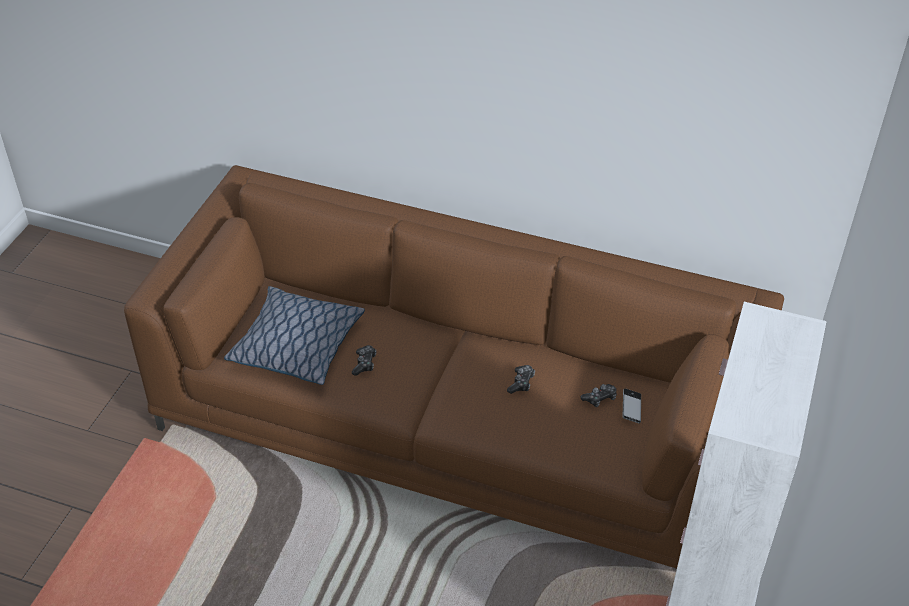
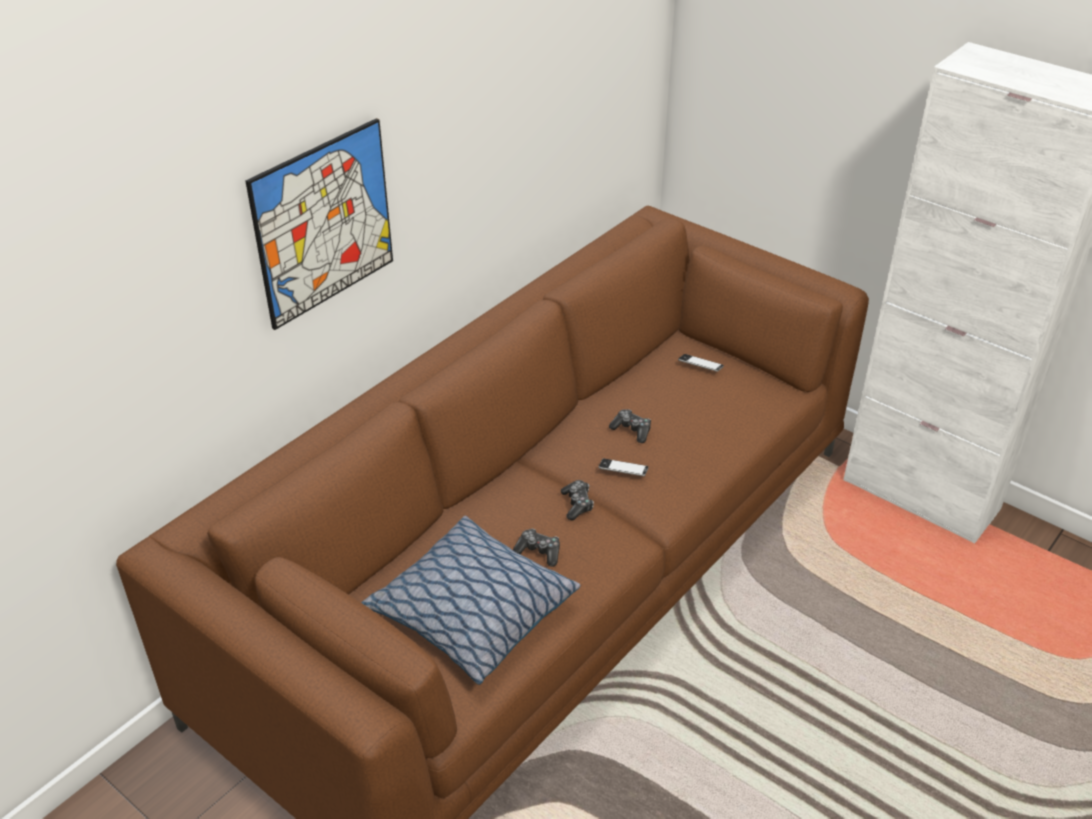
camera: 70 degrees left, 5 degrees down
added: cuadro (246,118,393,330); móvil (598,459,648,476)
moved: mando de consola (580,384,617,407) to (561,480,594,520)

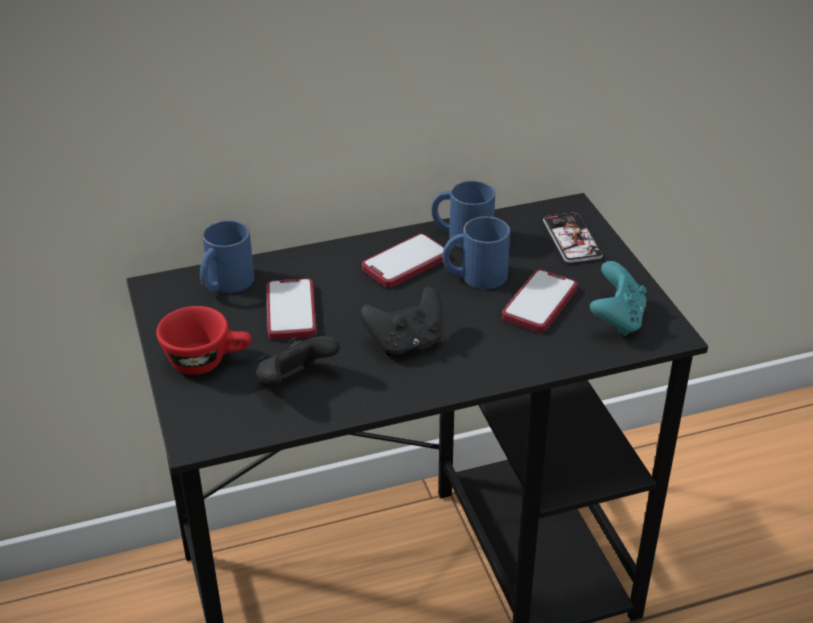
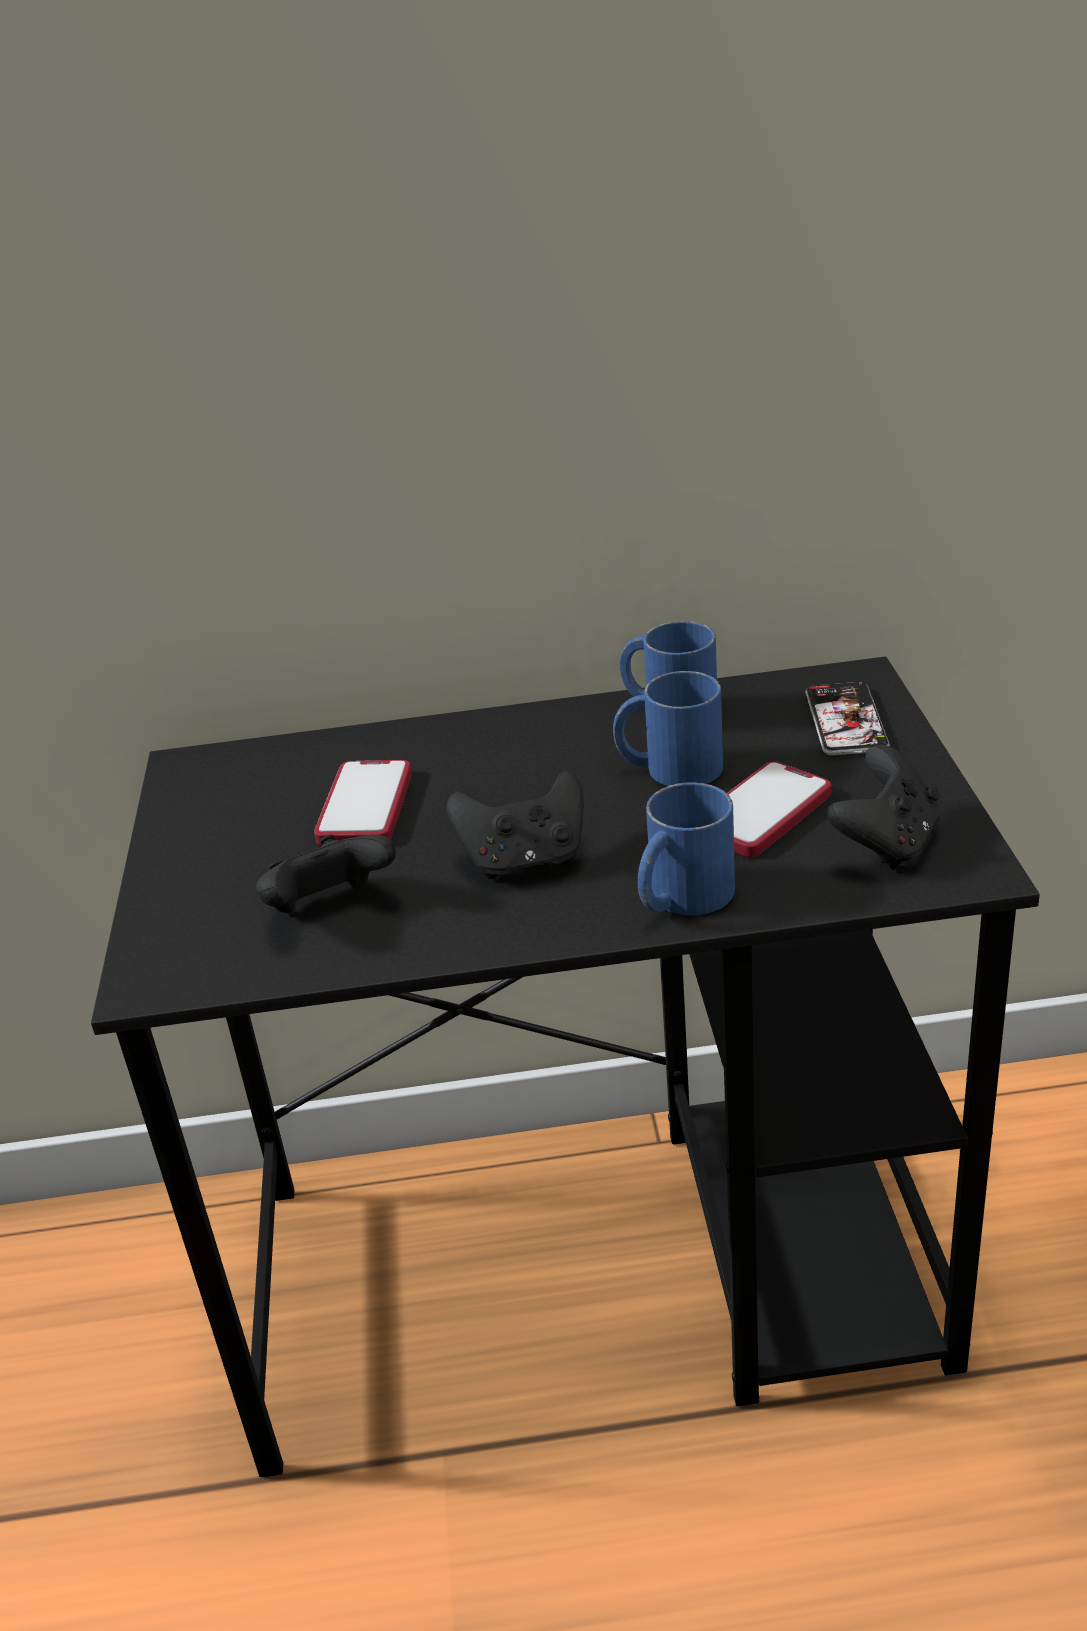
camera: 15 degrees right, 5 degrees down
removed: taza/rojo (156,306,251,375); móvil (362,234,444,288)
moved: taza grande/azul (200,220,254,293) to (638,782,735,915)
recoloured: mando de consola/turquesa (590,261,647,336) to mando de consola/negro (827,745,940,870)

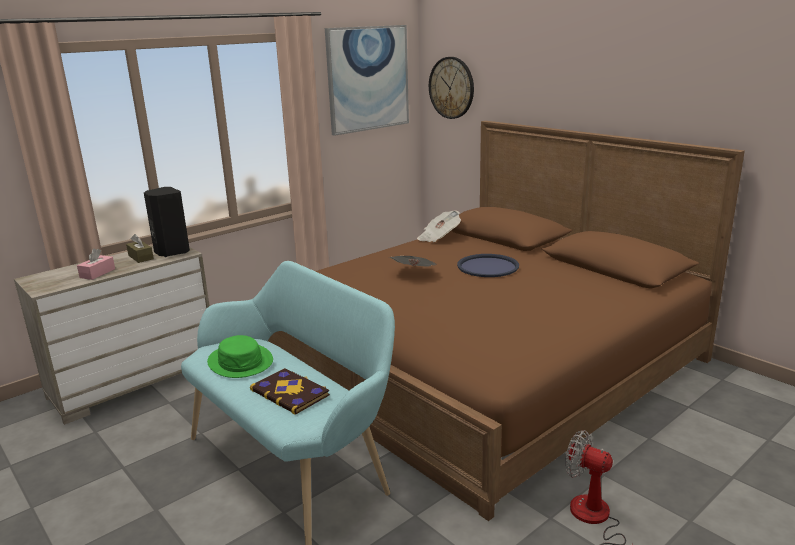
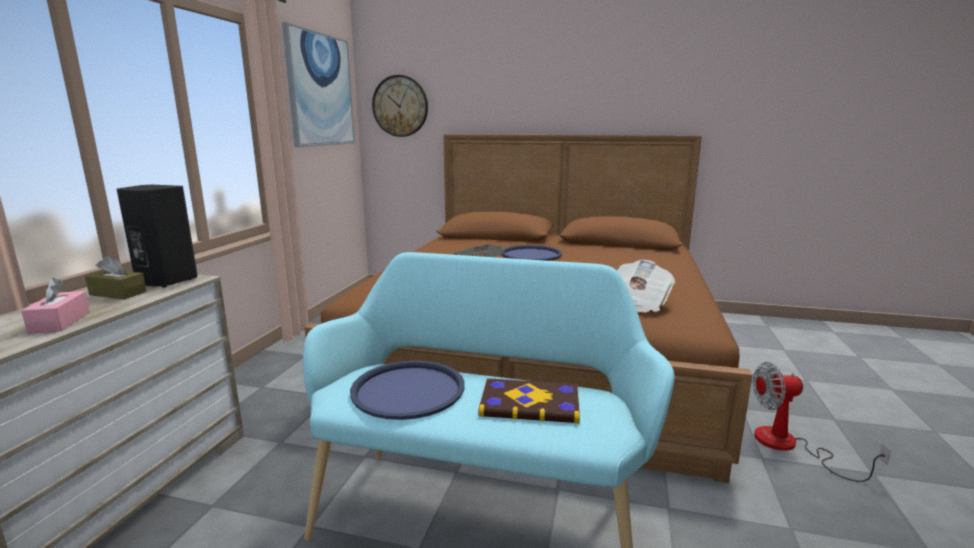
camera: 35 degrees left, 5 degrees down
moved: periódico (417,210,461,242) to (617,260,675,313)
replaced: sombrero/verde (207,335,273,378) to bandeja/azul (350,360,465,420)

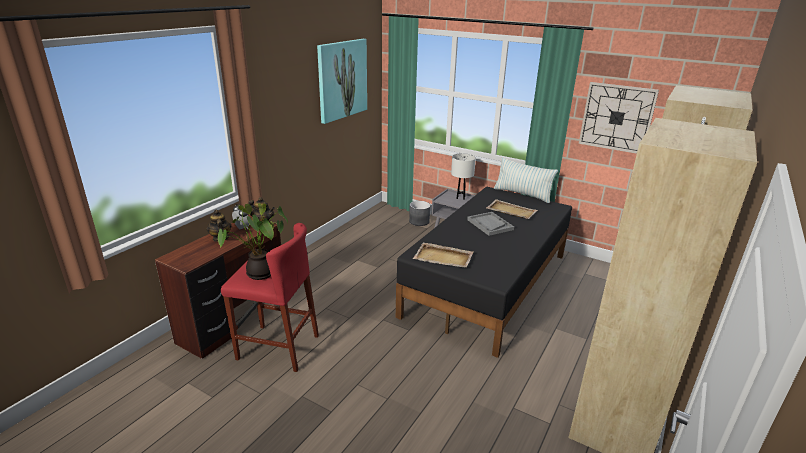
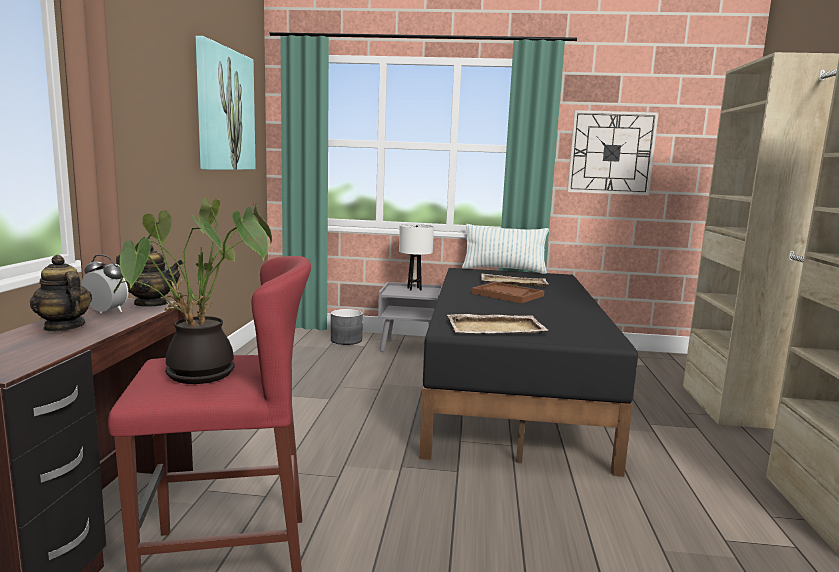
camera: 25 degrees left, 15 degrees down
recoloured: bandeja/gris (467,212,514,236) to bandeja/marrón (471,282,544,303)

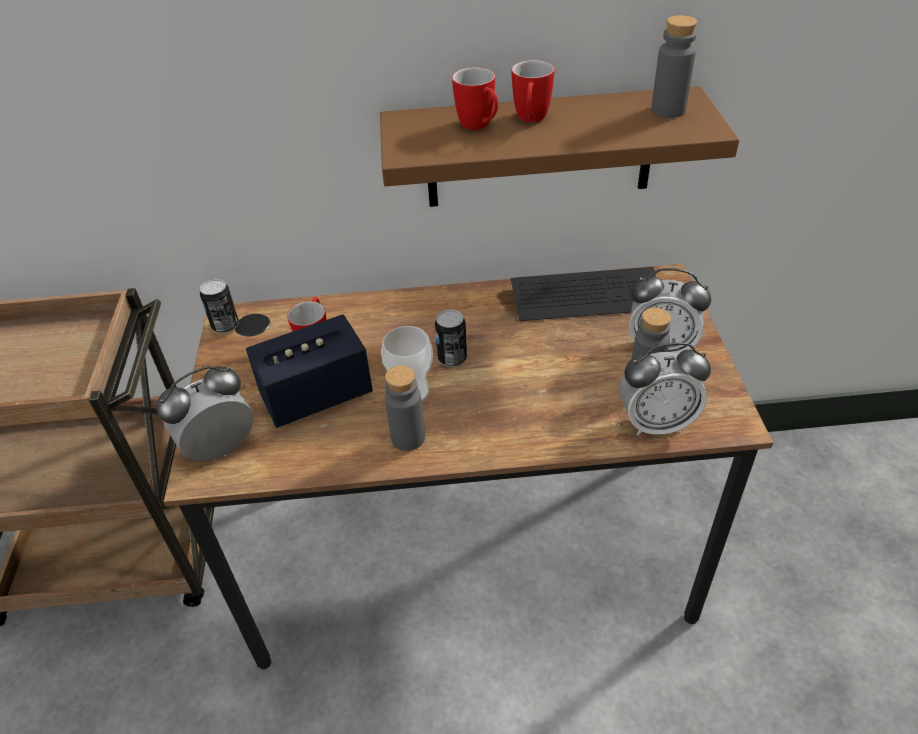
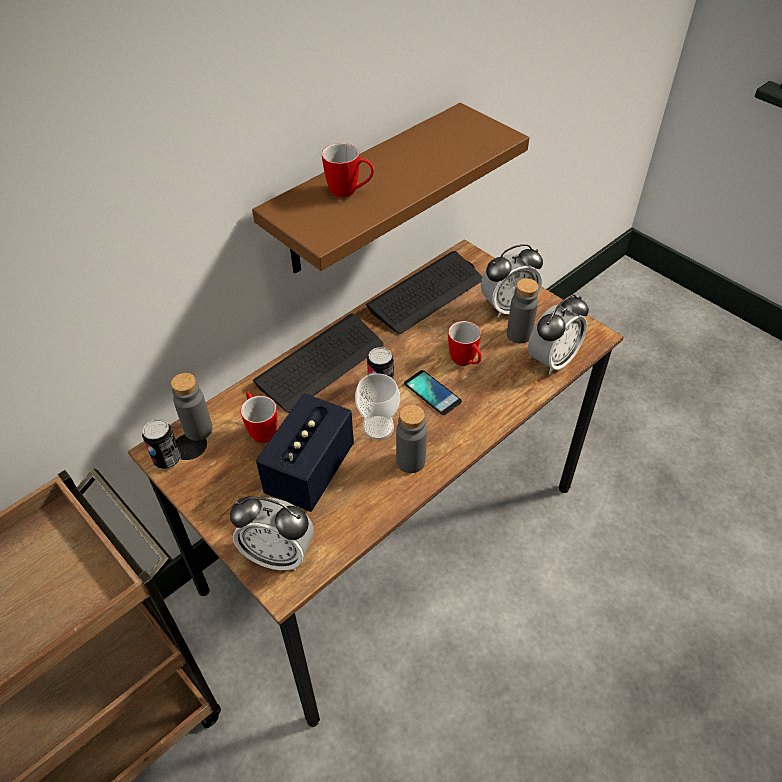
camera: 40 degrees left, 5 degrees up
added: teclado (253,314,384,413); móvil (404,370,462,415)
moved: botella/gris (651,15,697,118) to (171,373,212,441); taza grande (512,60,555,122) to (448,321,482,366)
turned: despertador (156,366,254,461) = (230,496,314,571) 90 degrees counterclockwise

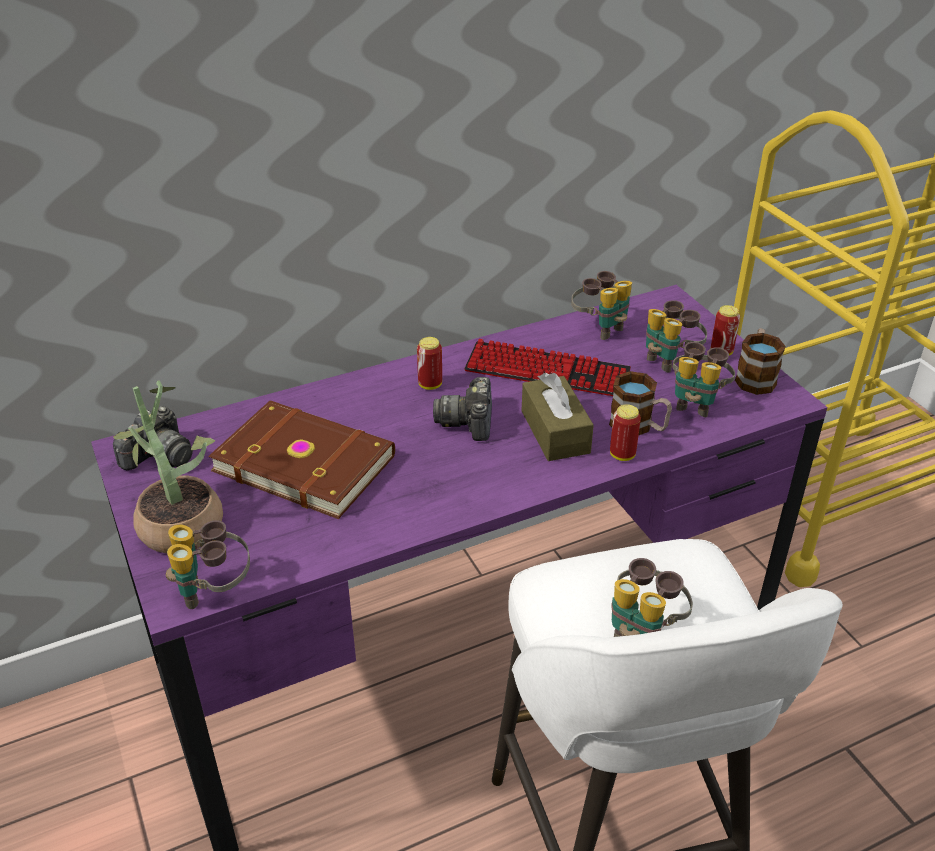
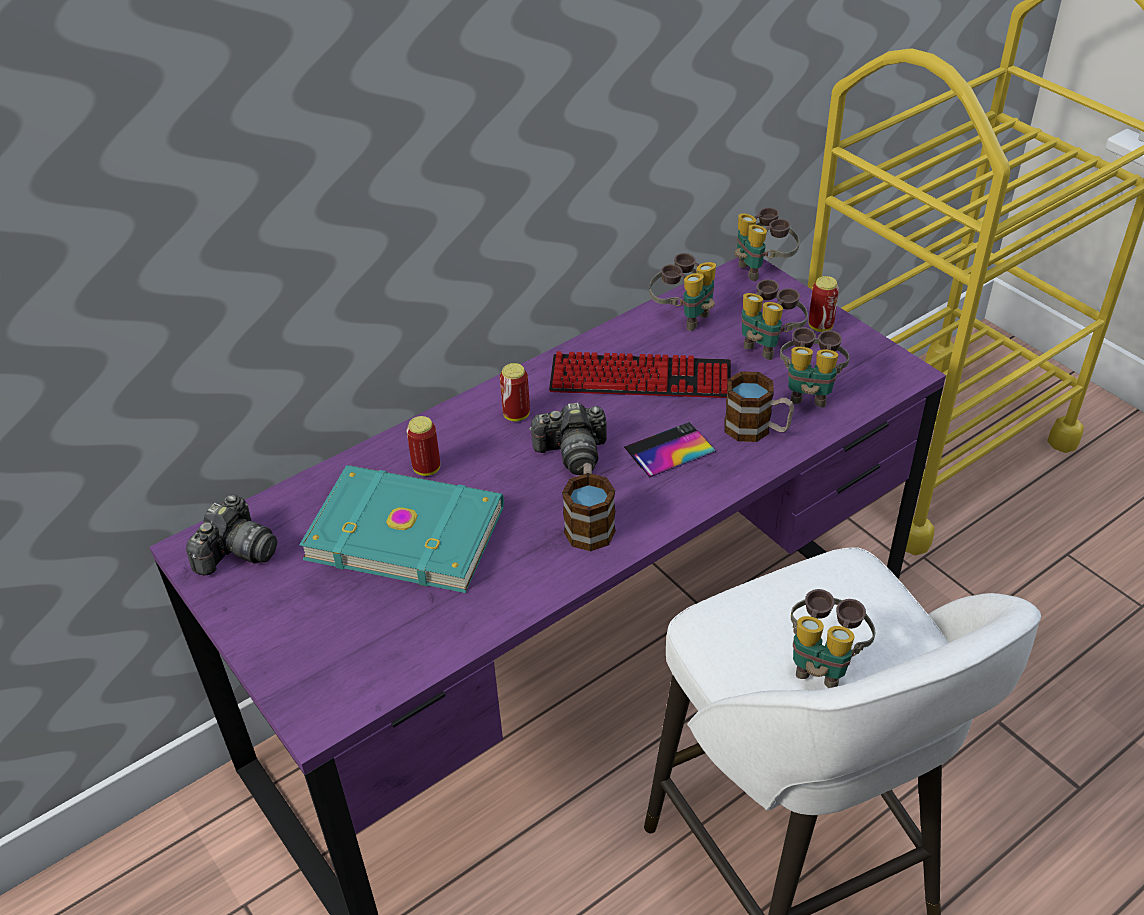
camera: 10 degrees left, 5 degrees up
removed: planta en maceta (113,380,223,553)
moved: lata (610,404,641,461) to (406,416,440,476); taza grande (735,328,786,395) to (562,463,616,551); prismáticos (166,520,250,609) to (735,208,800,281)
replaced: caja de pañuelos/marrón (522,373,594,461) to móvil (624,422,716,478)
recoloured: libro/marrón (208,400,395,519) to libro/turquesa (299,465,504,593)
turned: cámara (433,377,492,441) = (529,402,607,475) 90 degrees counterclockwise

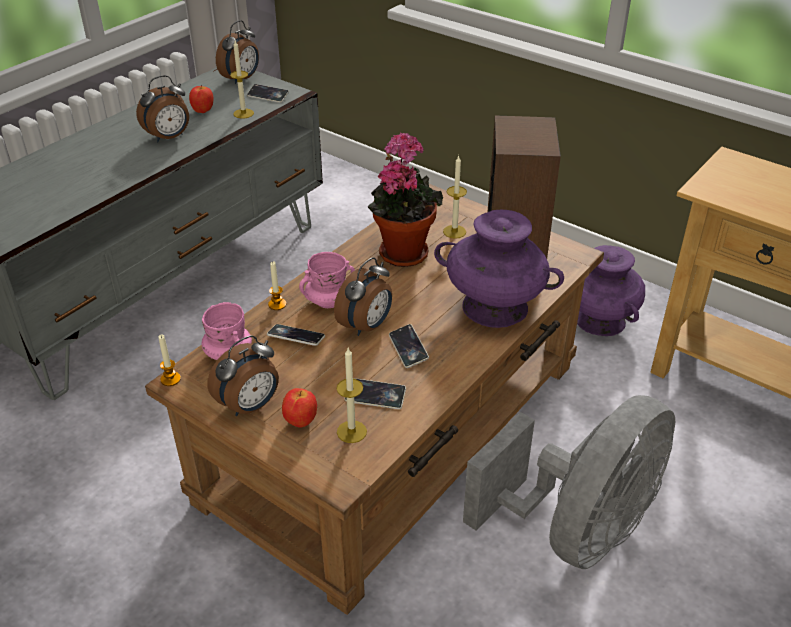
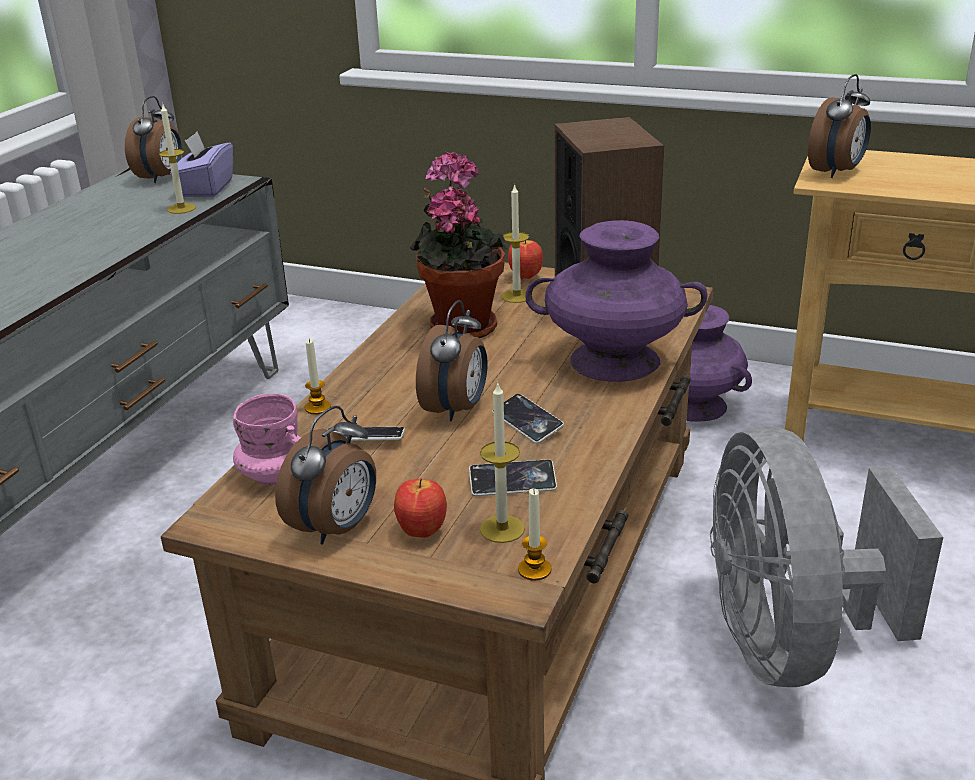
camera: 15 degrees left, 10 degrees down
removed: taza grande/rosa (299,252,355,308)
moved: manzana (189,85,214,113) to (508,240,543,279); vela (159,334,181,386) to (518,488,551,581); despertador (136,75,189,142) to (808,74,871,178)
replaced: móvil (247,84,289,103) to caja de pañuelos/morado (170,132,233,197)
turned: ventilador/gris (463,395,675,569) = (710,426,943,687) 150 degrees clockwise

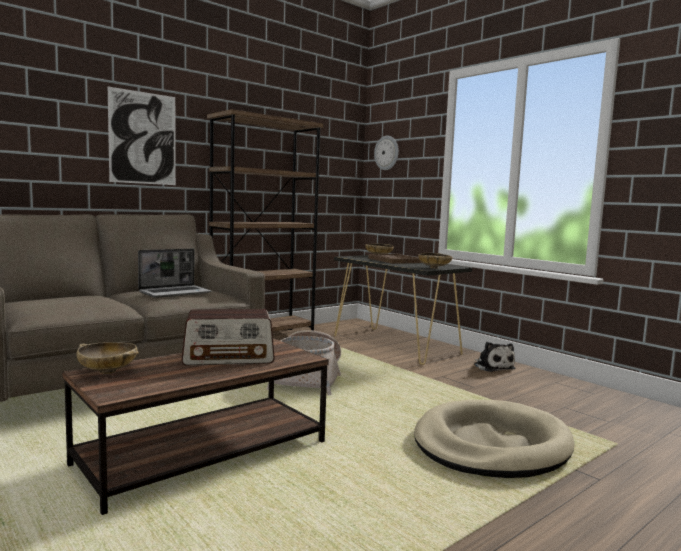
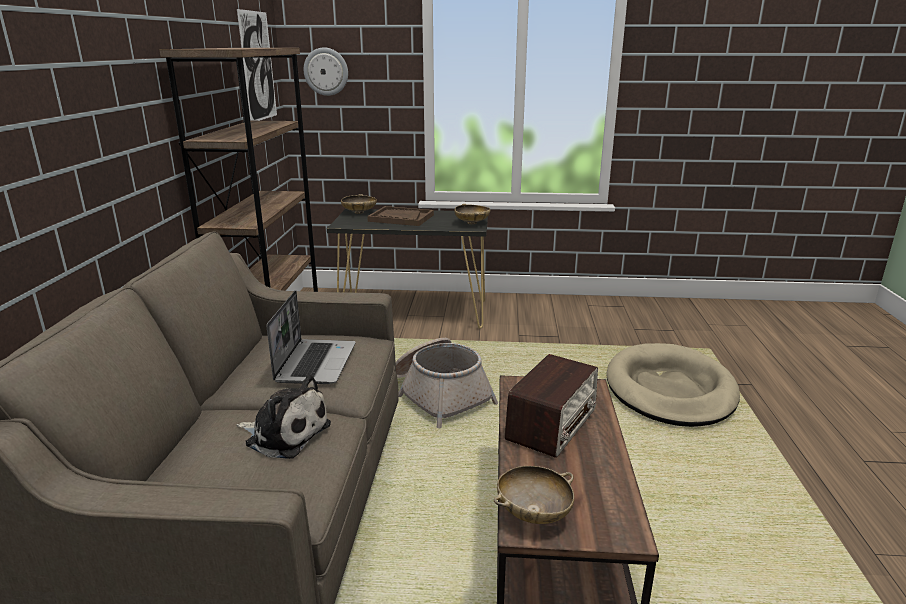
camera: 45 degrees left, 15 degrees up
moved: peluche (474,342,515,372) to (236,375,331,459); cuadro (108,87,176,185) to (237,9,277,121)

